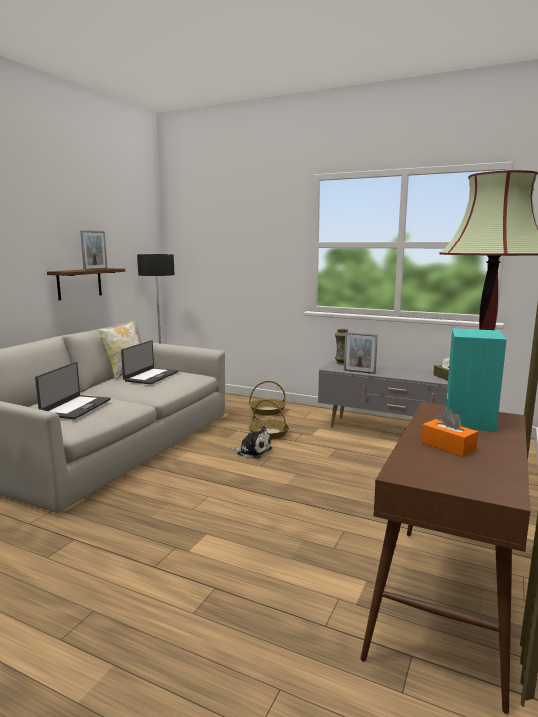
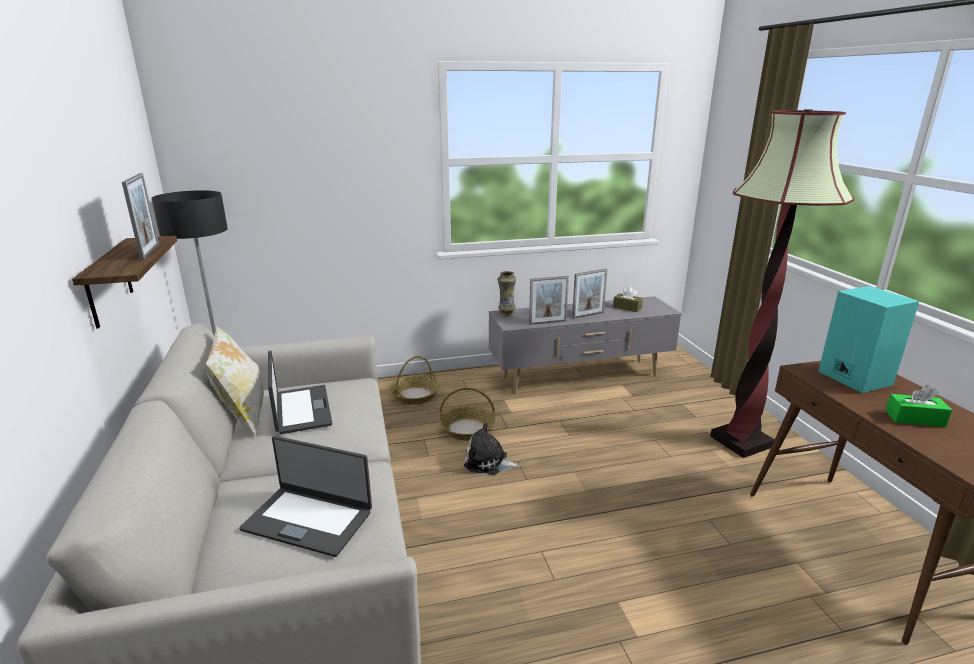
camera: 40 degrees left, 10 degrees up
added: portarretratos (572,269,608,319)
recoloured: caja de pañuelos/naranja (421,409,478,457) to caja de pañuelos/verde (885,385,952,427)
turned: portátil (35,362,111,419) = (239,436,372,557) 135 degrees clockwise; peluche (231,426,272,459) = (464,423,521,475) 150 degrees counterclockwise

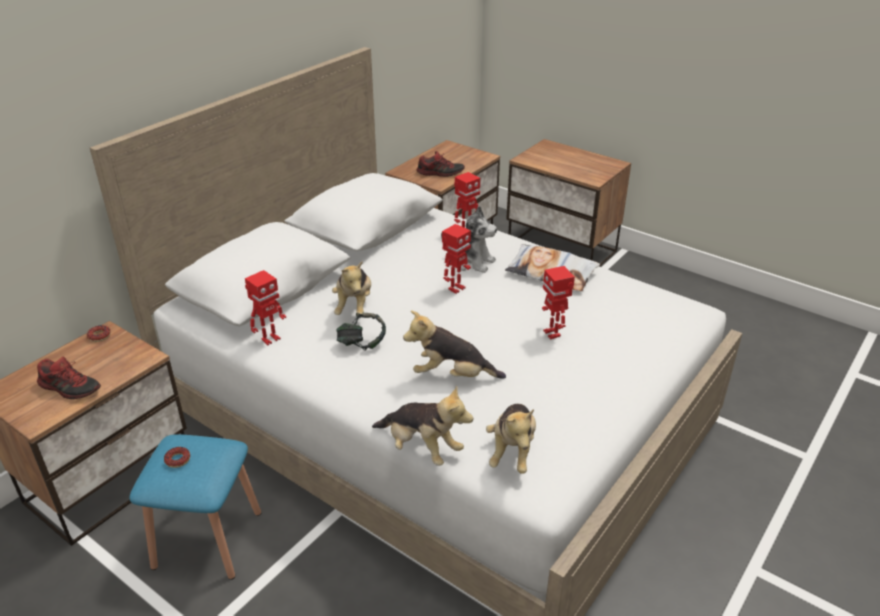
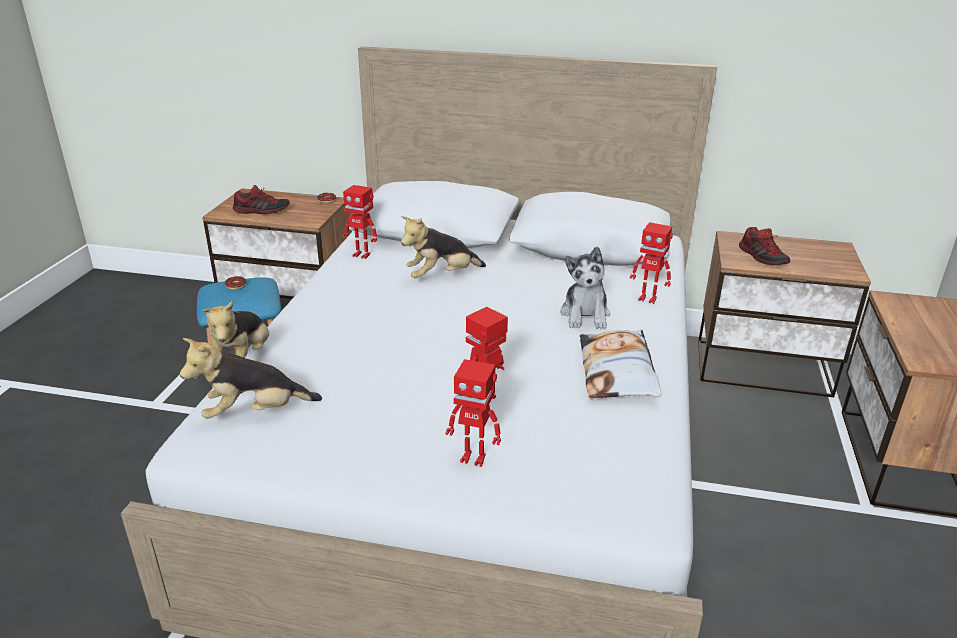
camera: 65 degrees right, 5 degrees down
removed: auriculares (336,313,386,351); peluche (403,310,506,379)
moved: robot de juguete (442,224,471,294) to (446,359,501,467)
turned: zapato (37,357,101,399) = (233,185,290,214) 90 degrees counterclockwise

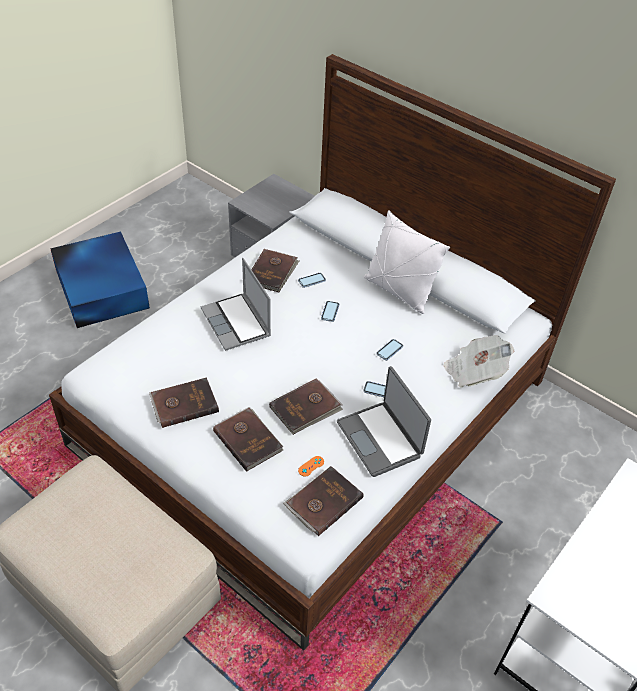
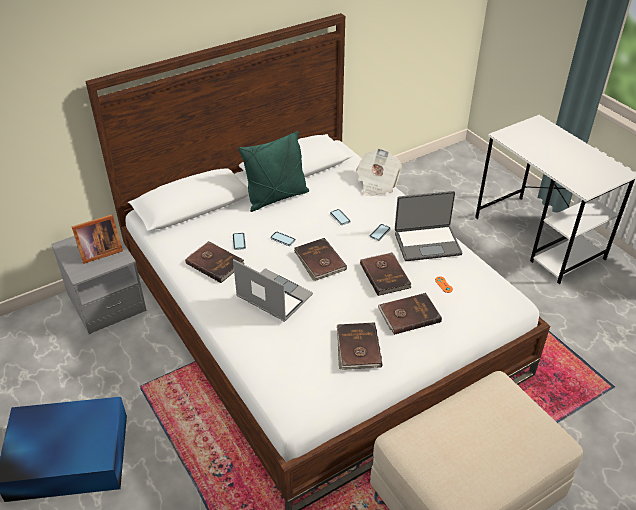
camera: 70 degrees left, 5 degrees down
added: portarretratos (72,215,123,264)
moved: libro/marrón (283,466,364,536) to (294,238,347,281)
recoloured: cojín/blanco (364,210,450,314) to cojín/verde (238,131,309,212)
turned: portátil (201,258,271,351) = (233,259,313,322) 135 degrees counterclockwise

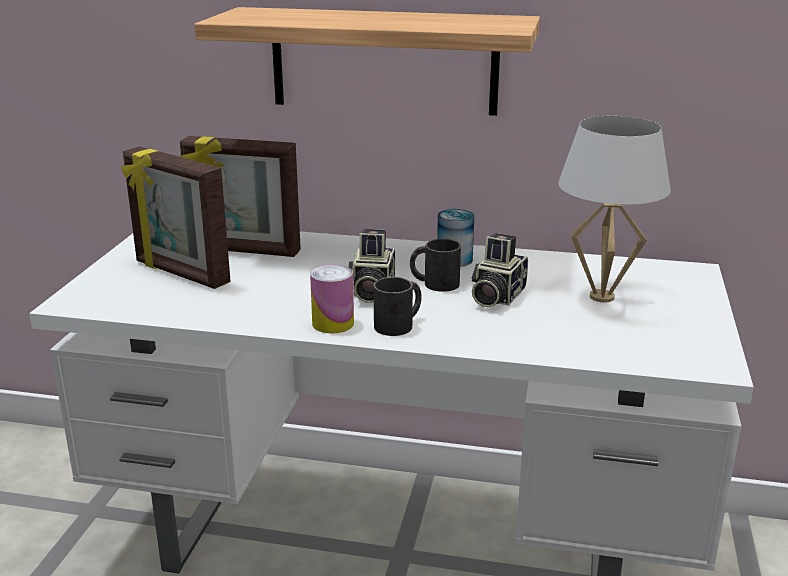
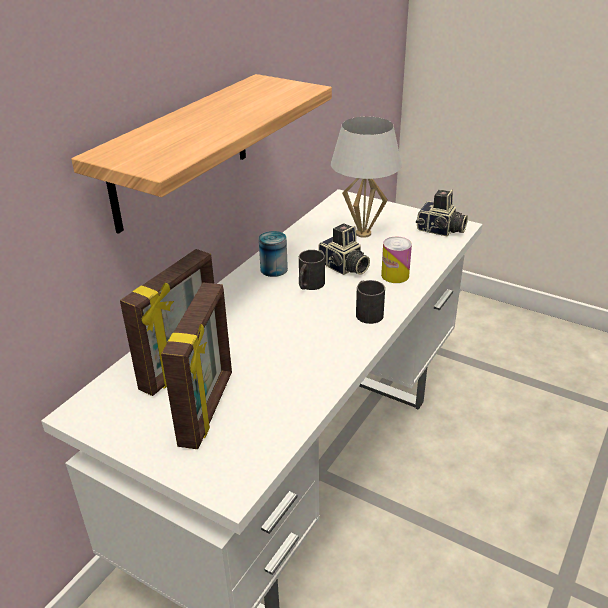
camera: 70 degrees left, 10 degrees up
moved: lata (310,264,354,333) to (381,237,412,283); cámara (349,229,395,303) to (416,190,468,236)
turned: portarretratos (121,147,231,289) = (161,283,232,449) 45 degrees counterclockwise

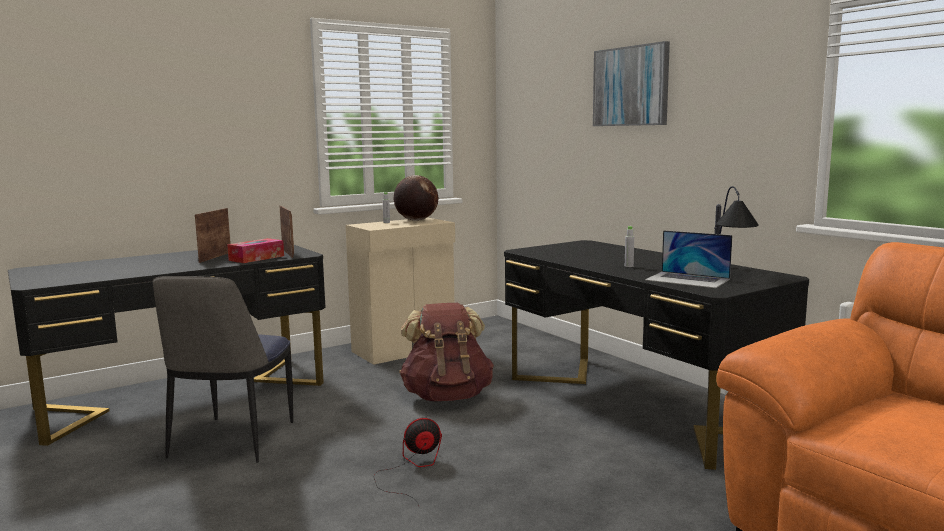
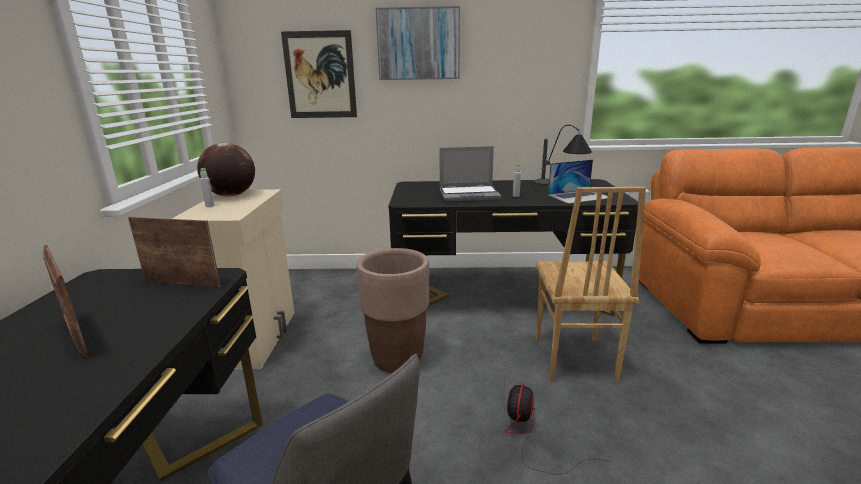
camera: 55 degrees left, 10 degrees up
removed: caja de pañuelos (227,238,284,263)
added: cuadro (281,30,357,118); portátil (439,146,501,202); silla/marrón (536,187,646,382)
replaced: mochila/marrón (399,303,494,401) to maceta/marrón (357,248,429,373)

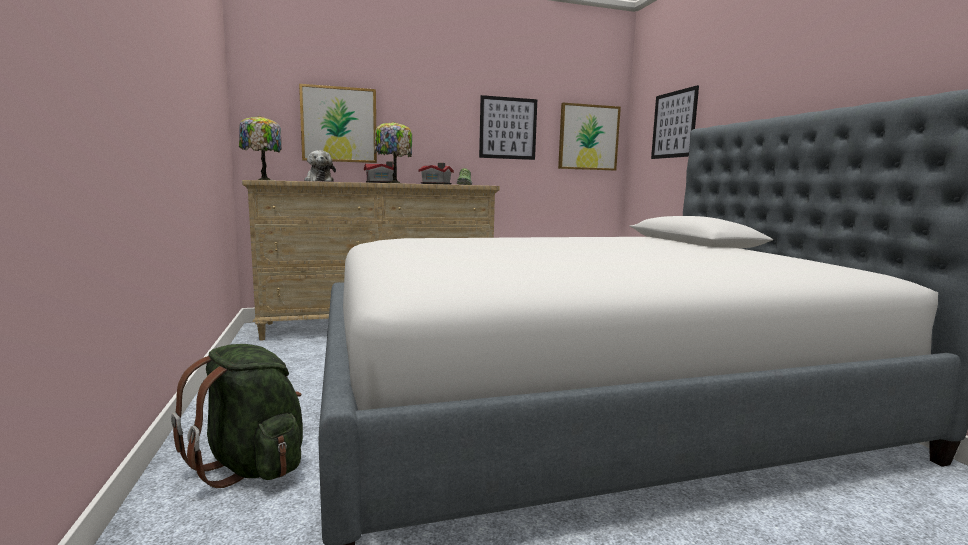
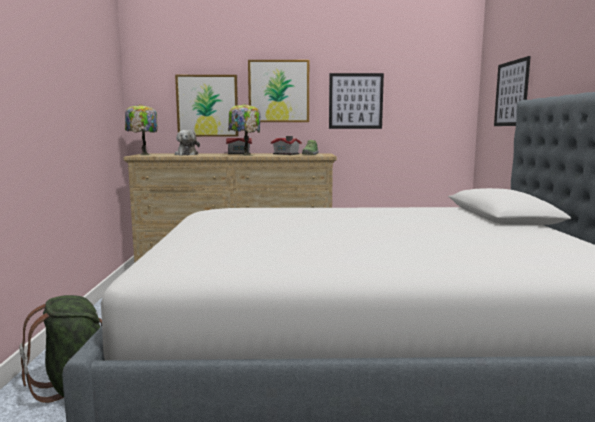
camera: 15 degrees right, 0 degrees up
moved: cuadro (558,103,621,171) to (248,60,309,122)

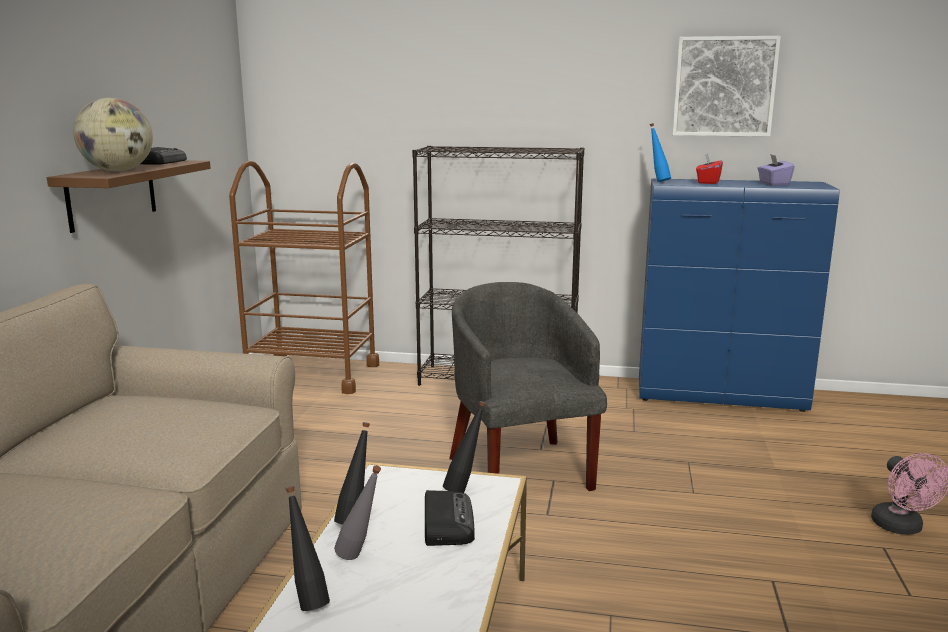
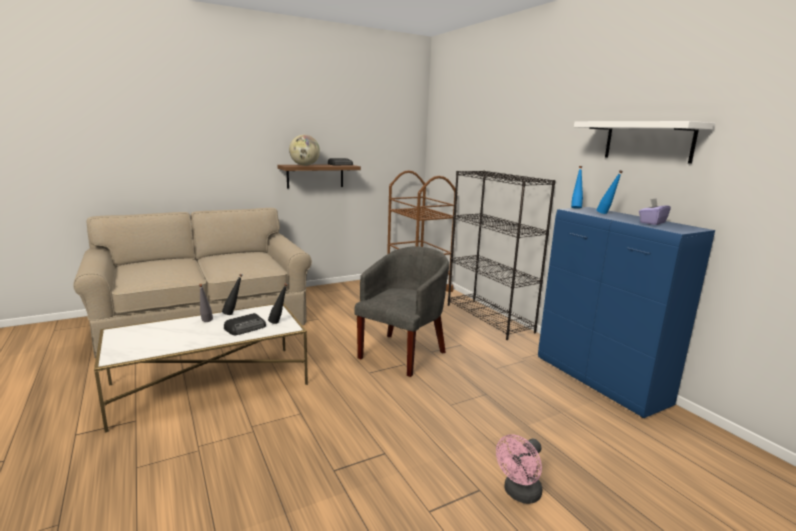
camera: 50 degrees right, 0 degrees up
removed: botella/negro (285,486,330,611)
replaced: cuadro (672,36,781,137) to estante/blanco (574,121,716,164); caja de pañuelos/rojo (696,153,723,184) to botella/azul (597,170,623,214)

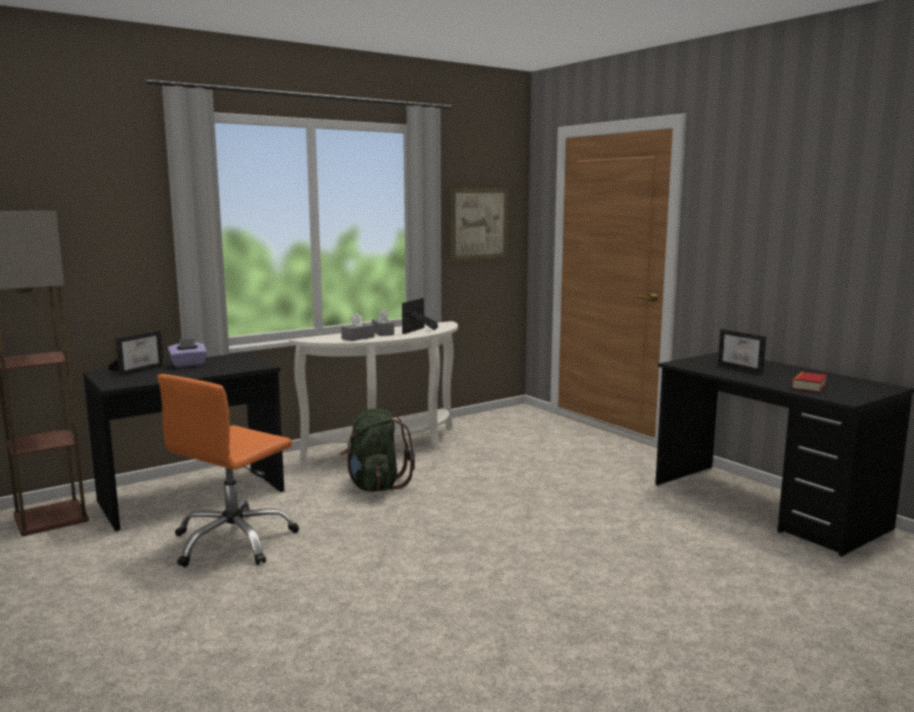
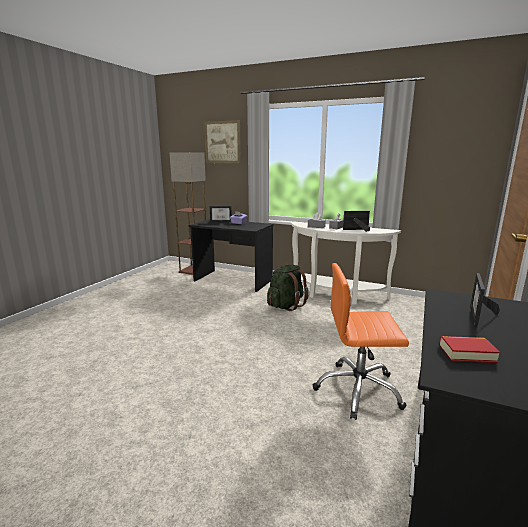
camera: 60 degrees right, 5 degrees up
moved: cuadro (451,188,508,260) to (204,120,241,163); silla de oficina/naranja (157,374,299,567) to (313,263,409,420)

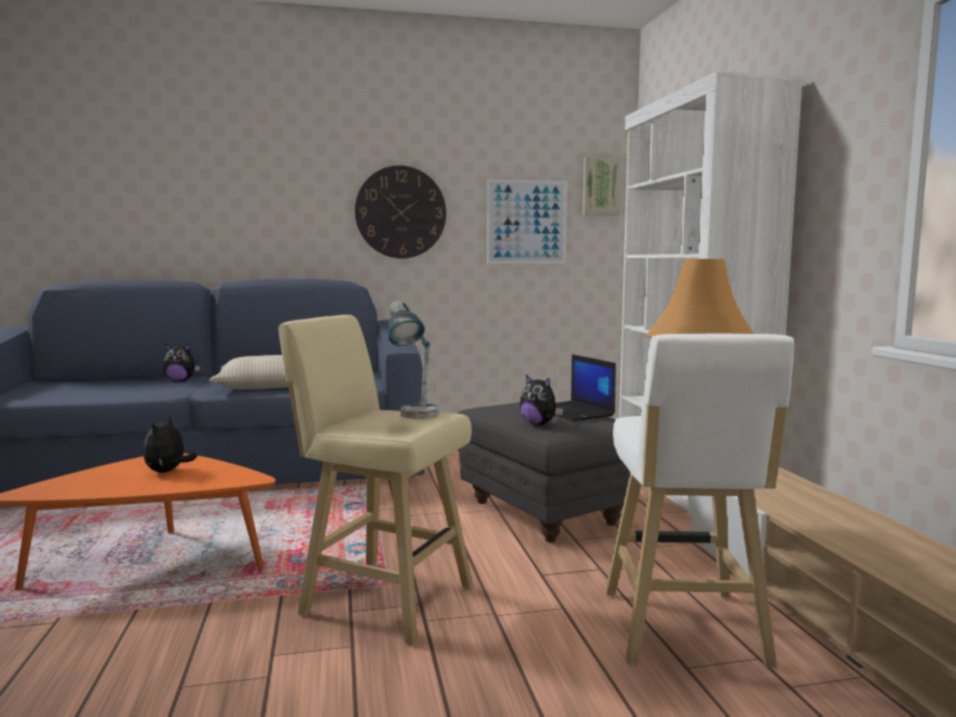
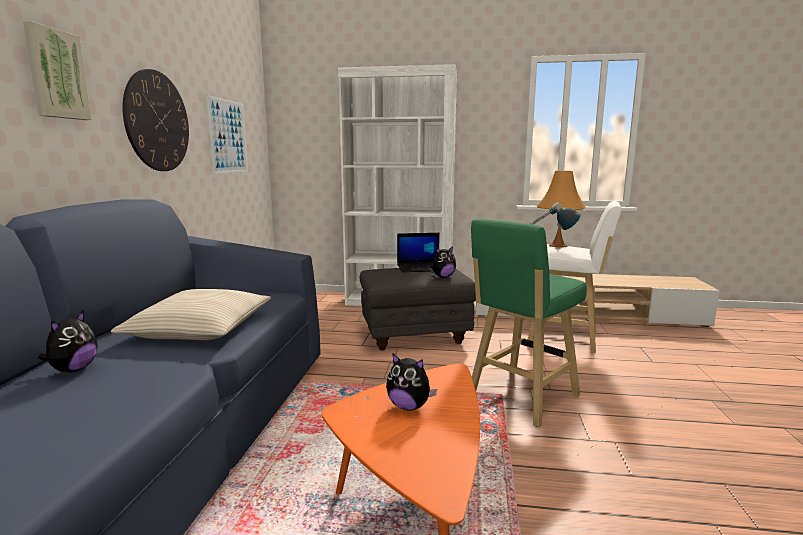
camera: 70 degrees left, 5 degrees up
moved: cuadro (583,157,621,216) to (23,21,92,120)
recoloured: taburete/beis (278,315,473,646) to taburete/verde (471,219,587,427)

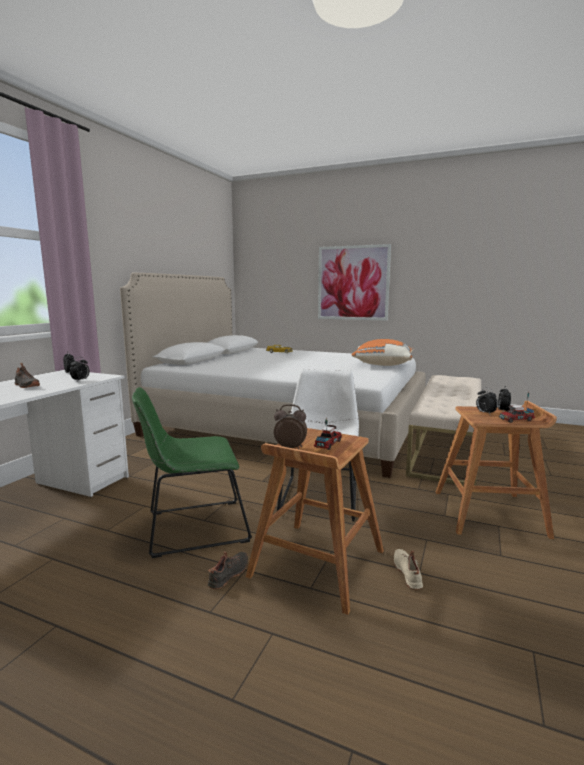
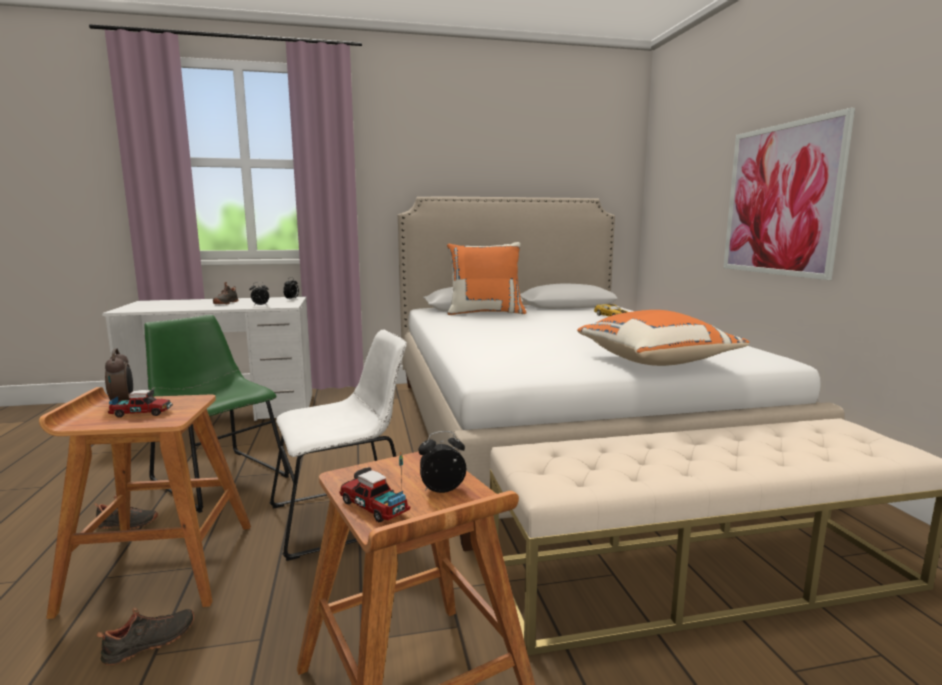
camera: 55 degrees right, 0 degrees up
removed: despertador (476,387,498,414)
added: cojín/naranja (447,242,527,315)
recoloured: zapato/beis (394,549,423,590) to zapato/negro (96,608,194,665)

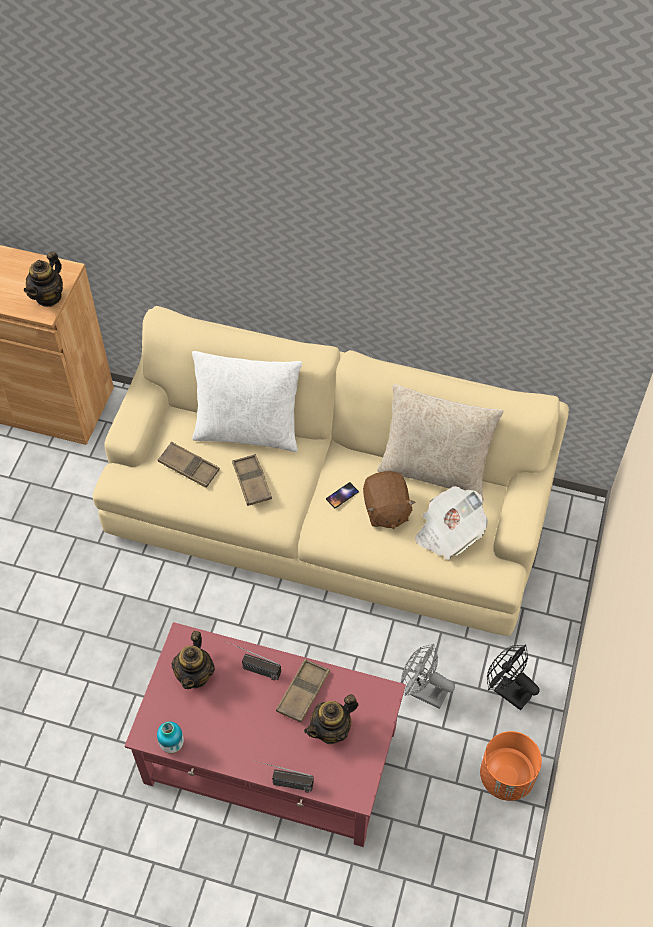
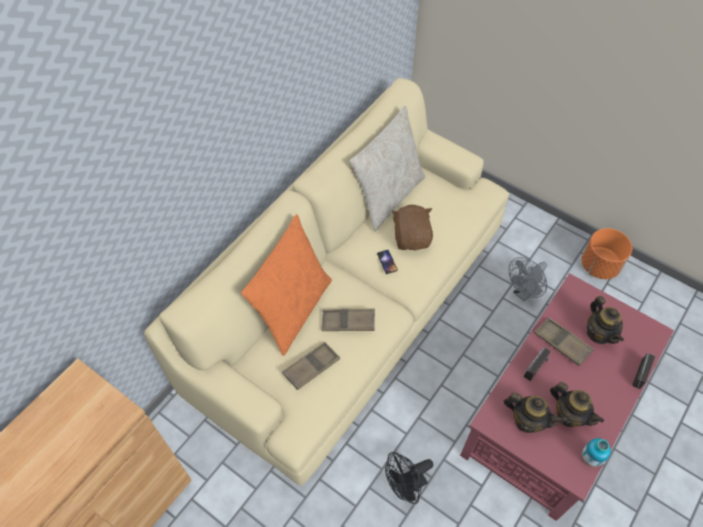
camera: 70 degrees left, 0 degrees up
removed: periódico (415,486,488,560)
moved: ventilador/negro (487,645,540,710) to (385,452,433,504); tetera (24,251,63,307) to (550,382,604,427)
recoloured: cojín/blanco (192,351,302,452) to cojín/naranja (241,214,332,356)
turned: peluche/marrón (363,471,416,529) = (392,205,433,250) 105 degrees counterclockwise

